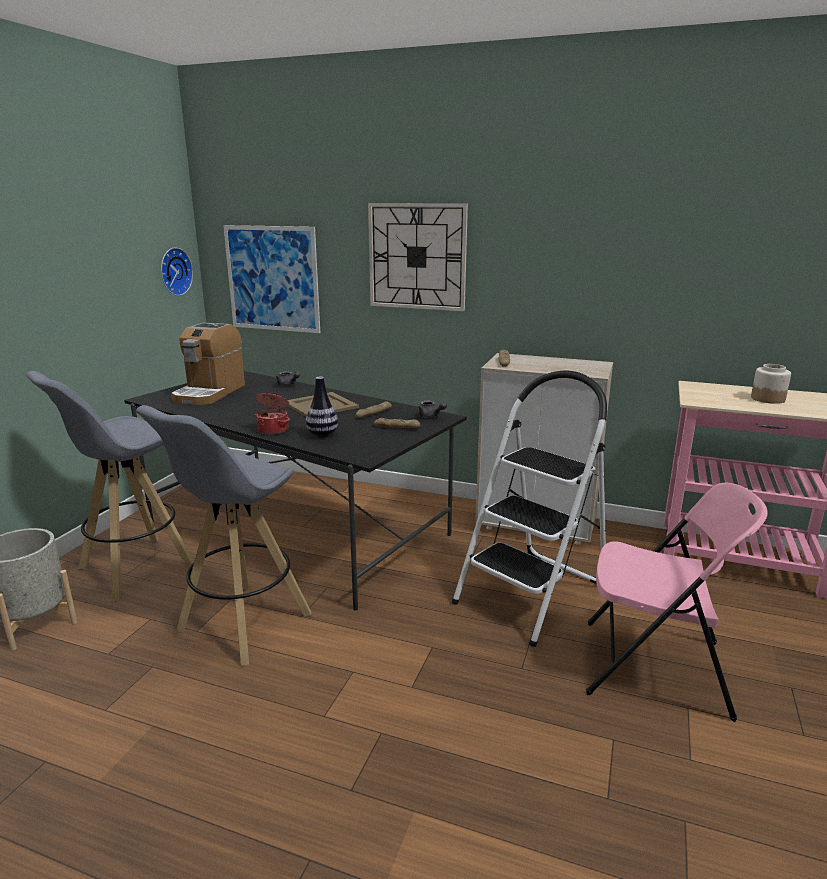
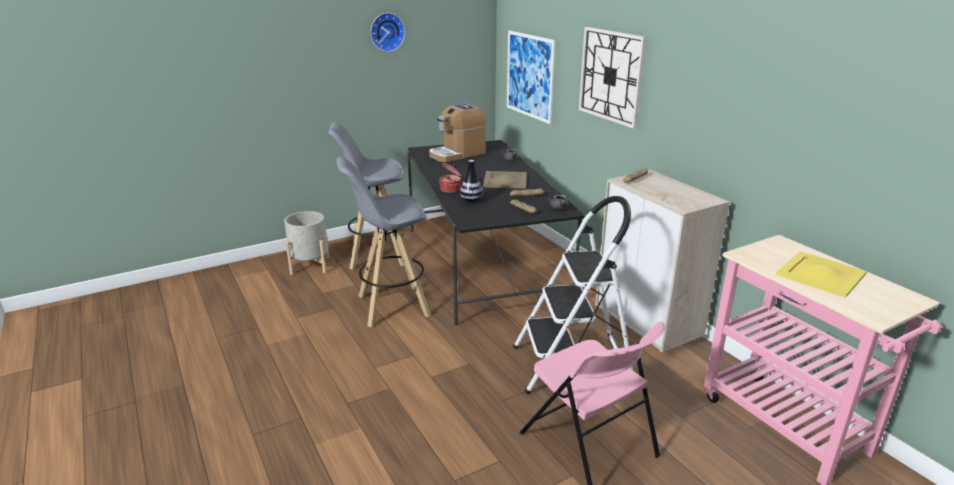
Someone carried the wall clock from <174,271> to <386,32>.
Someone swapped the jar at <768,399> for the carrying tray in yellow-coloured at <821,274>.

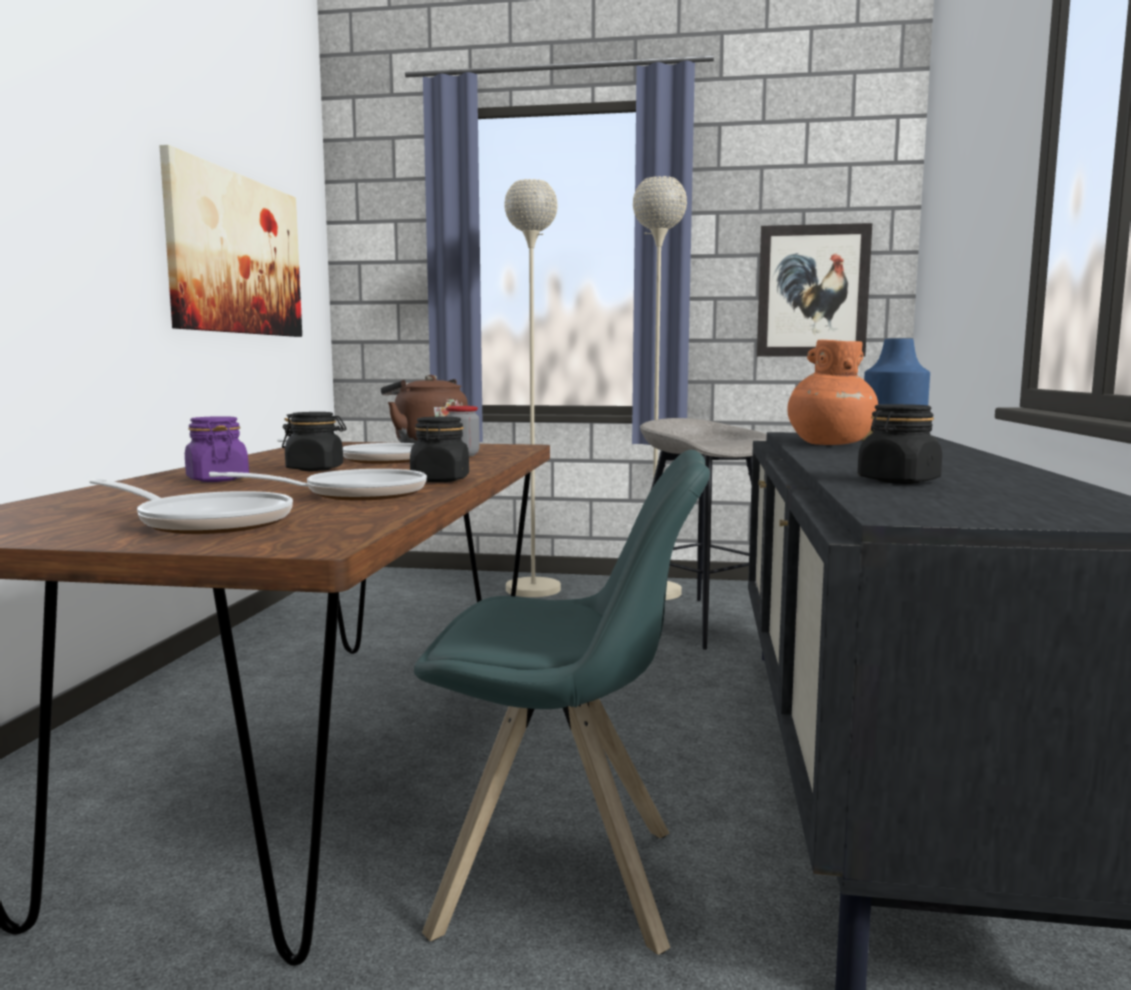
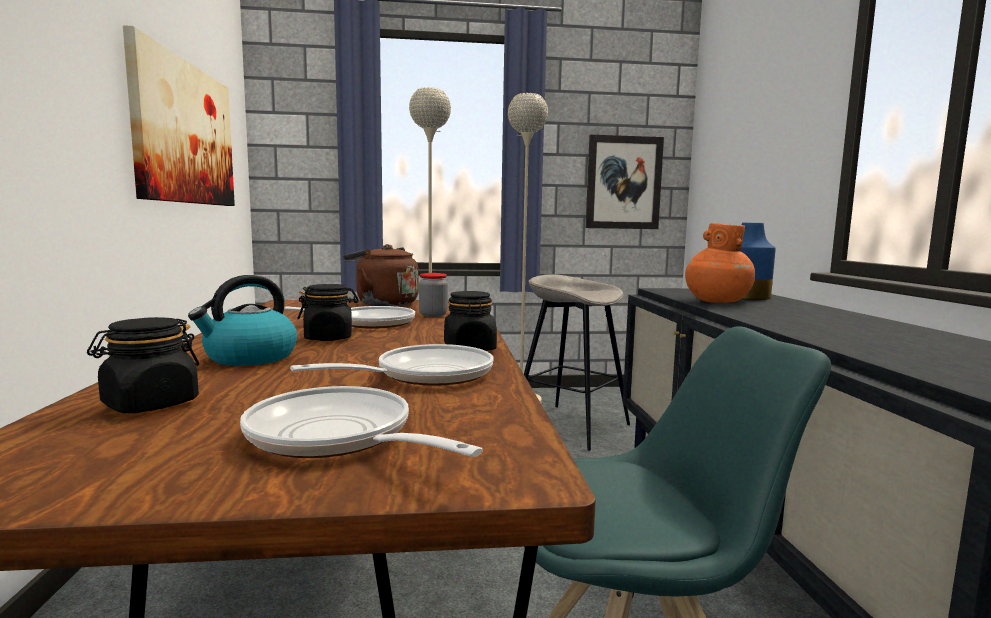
Someone carried the jar in blackish from <898,481> to <150,404>.
Someone swapped the jar in purplish at <217,479> for the tea kettle at <250,358>.
Someone rotated the skillet at <207,523> by 150 degrees counterclockwise.

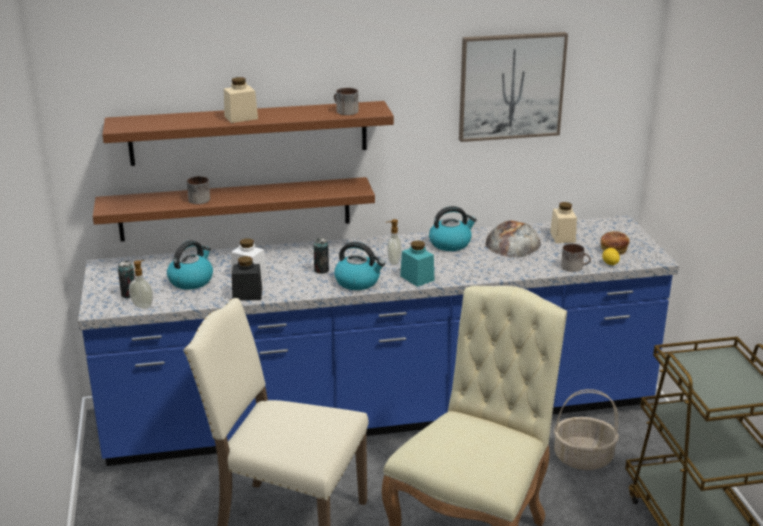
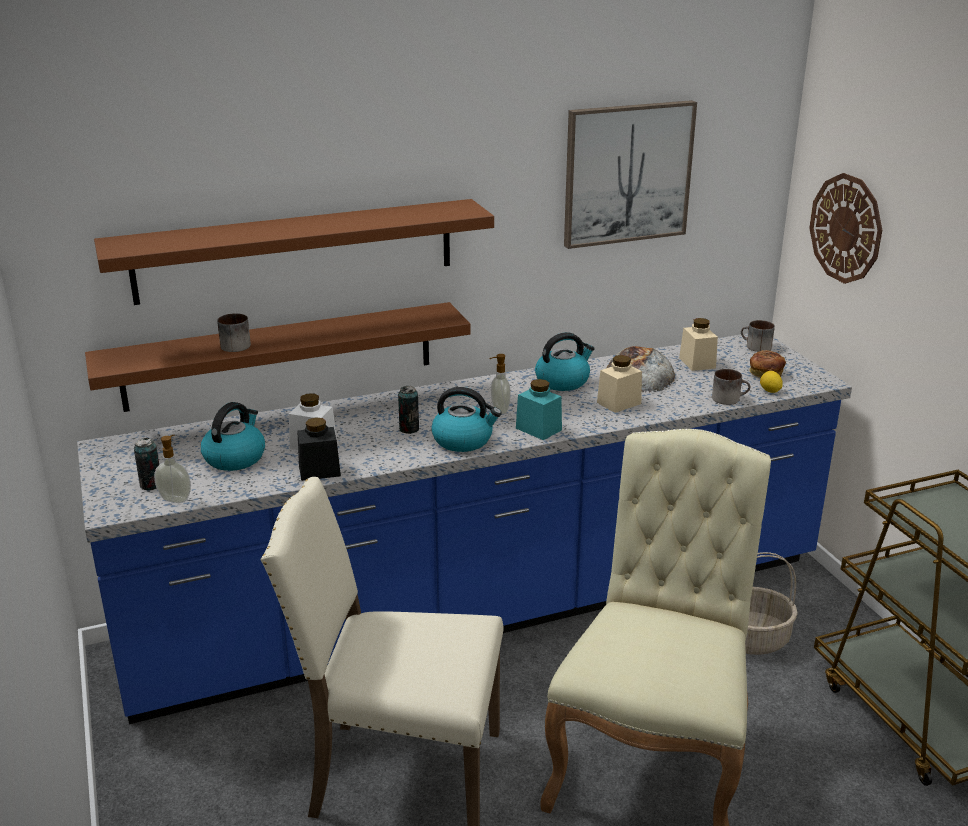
Someone put up the wall clock at <846,228>.
Someone carried the jar in beige-coloured from <241,117> to <619,403>.
Someone carried the mug from <344,111> to <755,346>.

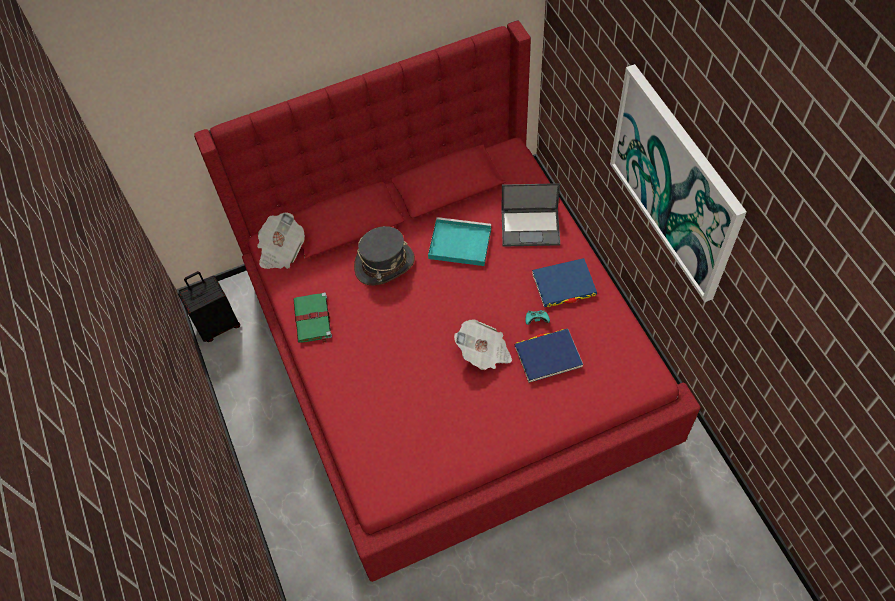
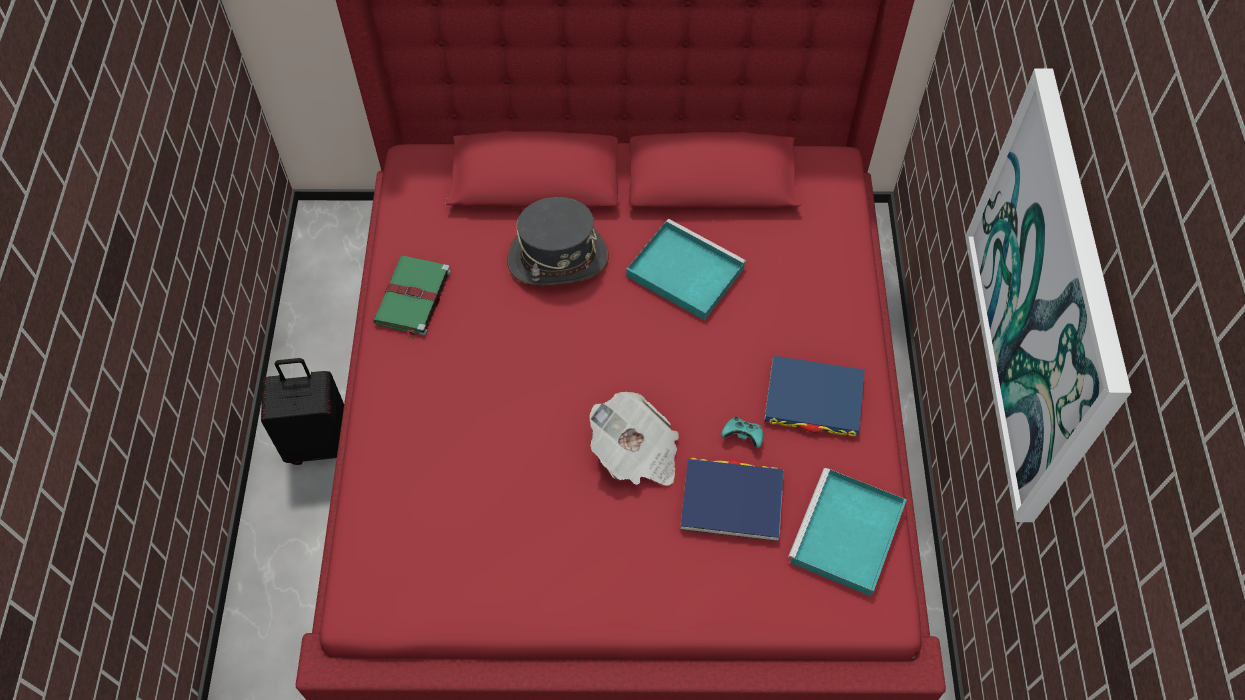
Someone took away the daily paper at <281,250>.
Someone took away the notebook computer at <531,227>.
Someone put down the carrying tray in turquoise at <847,536>.
Someone carried the suitcase in blackish from <218,325> to <321,442>.

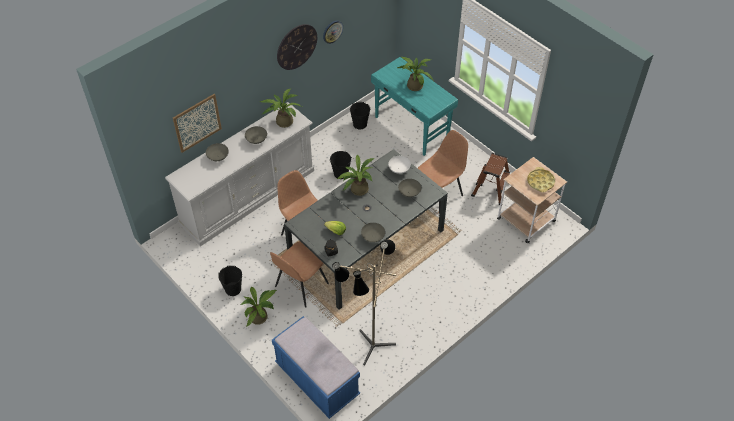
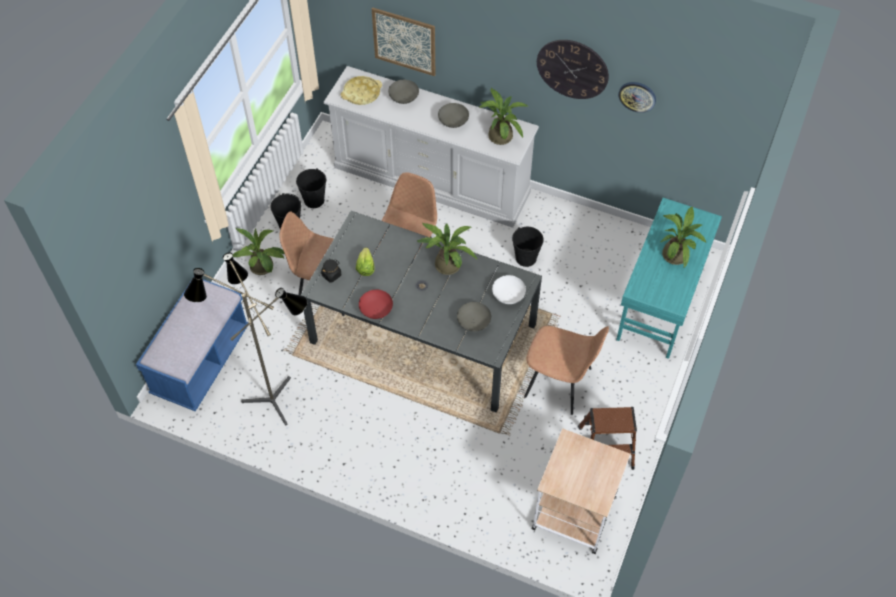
Someone carried the pail in blackish from <360,124> to <314,200>.
Someone carried the carrying tray in yellow-coloured from <540,182> to <361,93>.
Someone repainted the serving bowl in grey at <373,237>, which became the serving bowl in red at <376,310>.

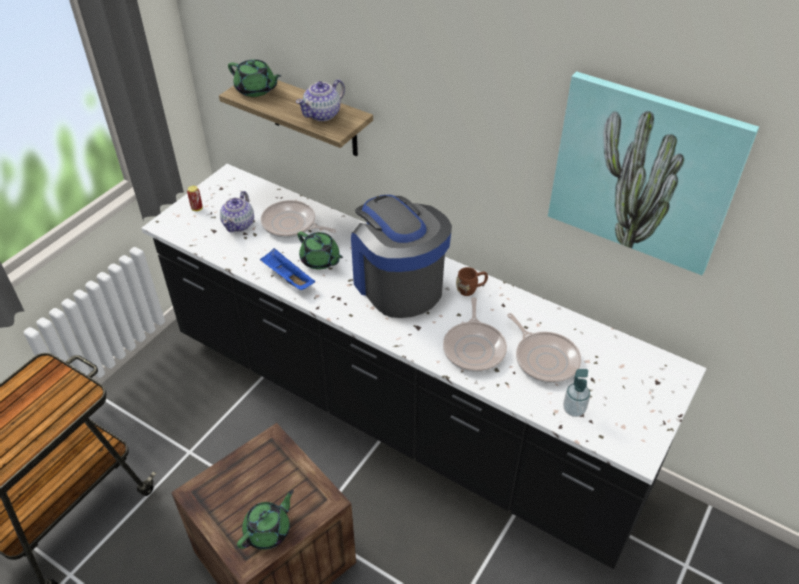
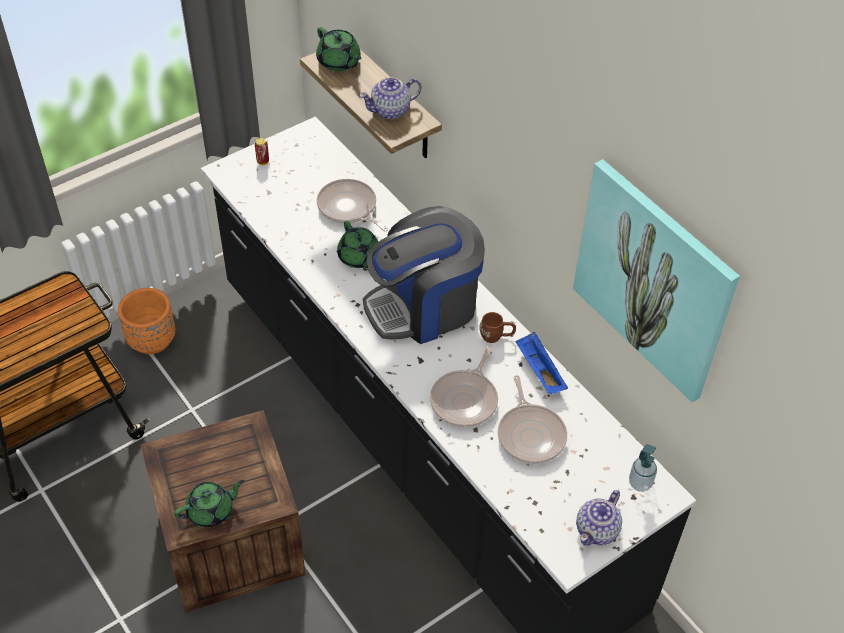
Someone put down the plant pot in orange-coloured at <152,340>.
Someone carried the tea pot from <239,224> to <597,530>.
Someone carried the carrying tray in blue-coloured from <287,278> to <539,371>.
Someone carried the liquid soap bottle from <574,409> to <640,483>.
Someone rotated the coffee machine at <397,283> by 105 degrees counterclockwise.

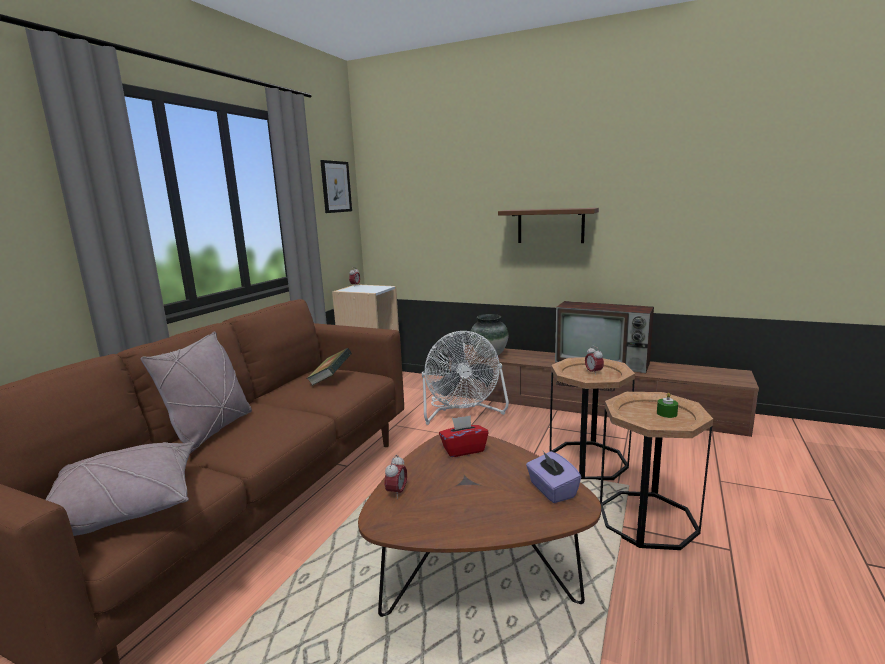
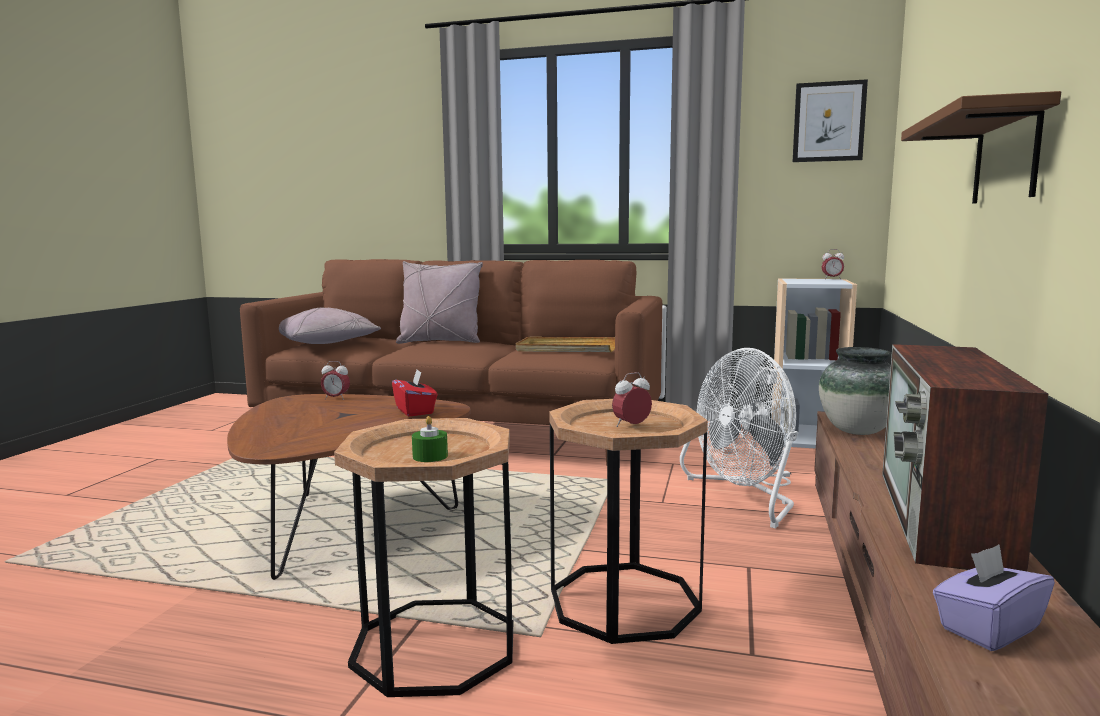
Someone carried the box of tissues in purplish from <551,490> to <988,628>.
Someone swapped the bound book at <330,380> for the carrying tray in beige-coloured at <566,349>.

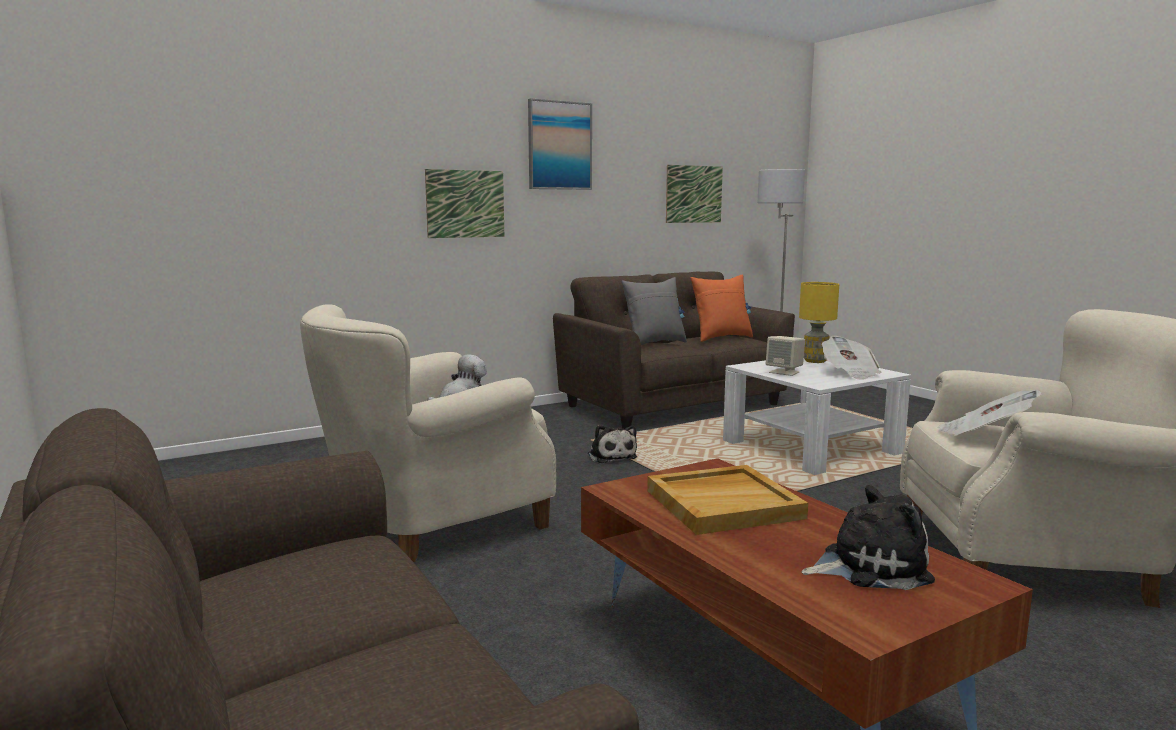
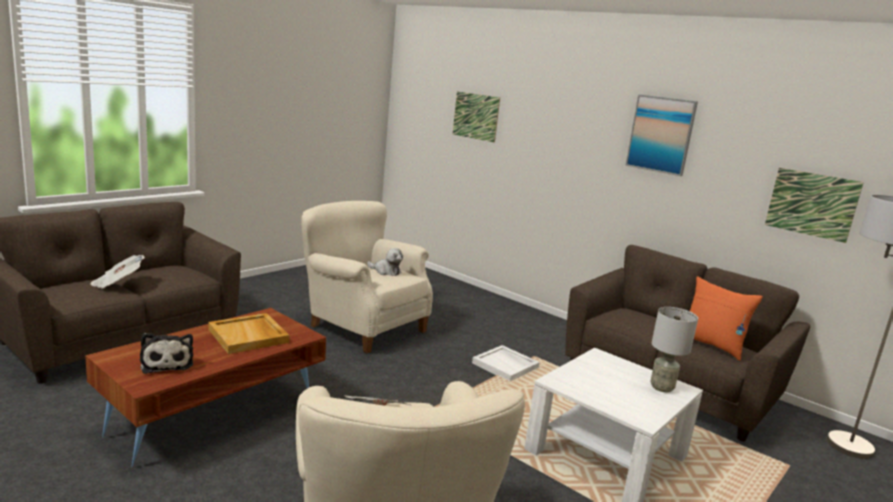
Someone took away the cushion in grey at <654,344>.
Someone took away the audio speaker in beige-coloured at <784,372>.
Someone carried the picture from <465,204> to <475,116>.
Someone carried the daily paper from <850,373> to <117,284>.
Someone swapped the plush toy at <611,456> for the carrying tray in whitish at <506,365>.
Someone repainted the lamp for a table in yellow-coloured at <815,361>, which became the lamp for a table in grey at <661,387>.

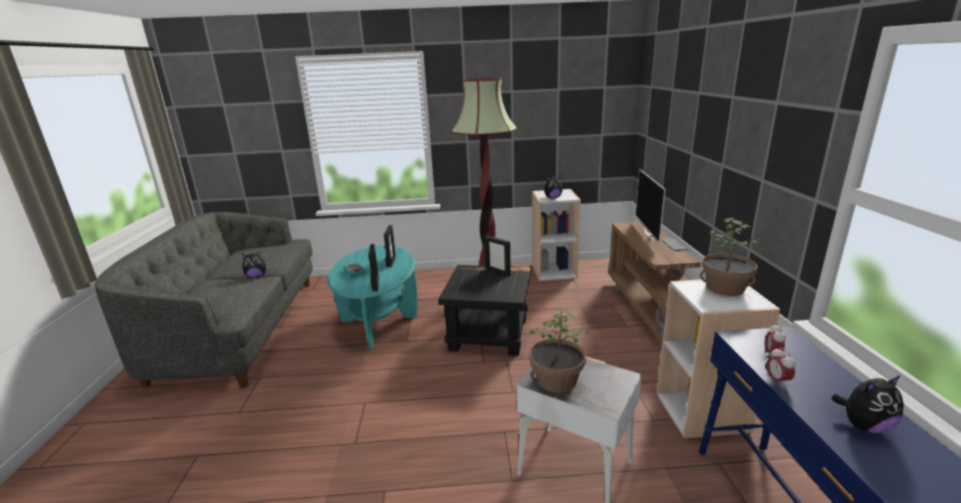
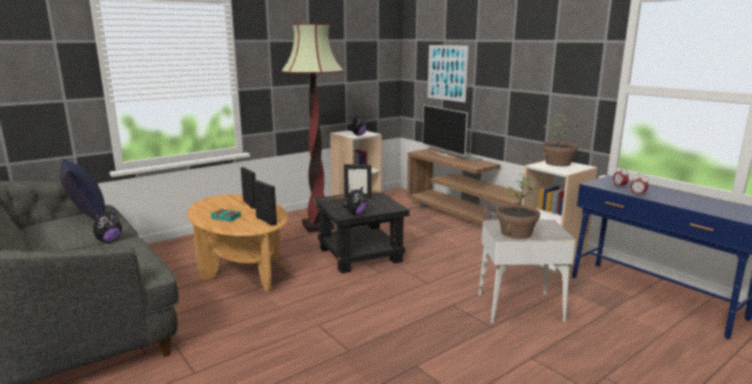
Someone put down the cushion in blue-coloured at <87,218>.
Someone put up the picture at <447,72>.
Someone carried the plush toy from <864,425> to <356,214>.
Someone repainted the low table in turquoise at <379,319>, which became the low table in brown-coloured at <241,269>.

